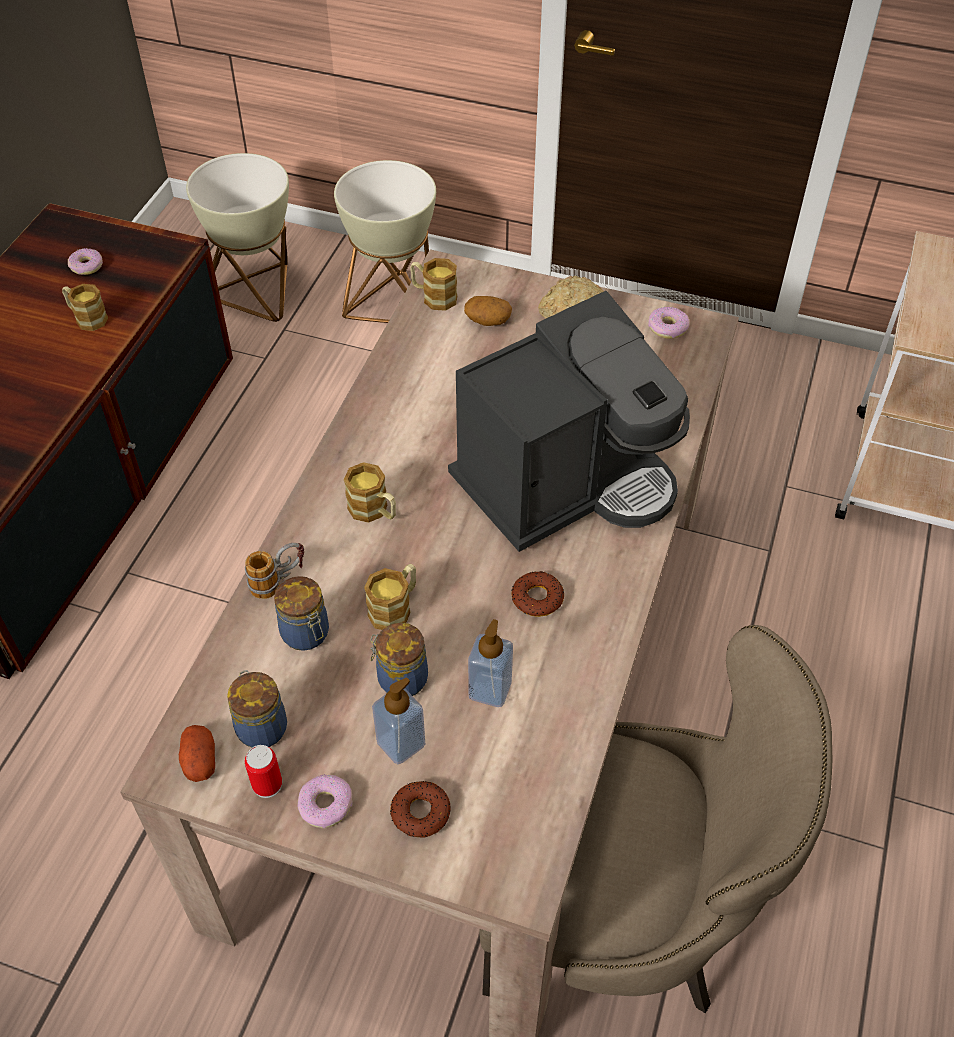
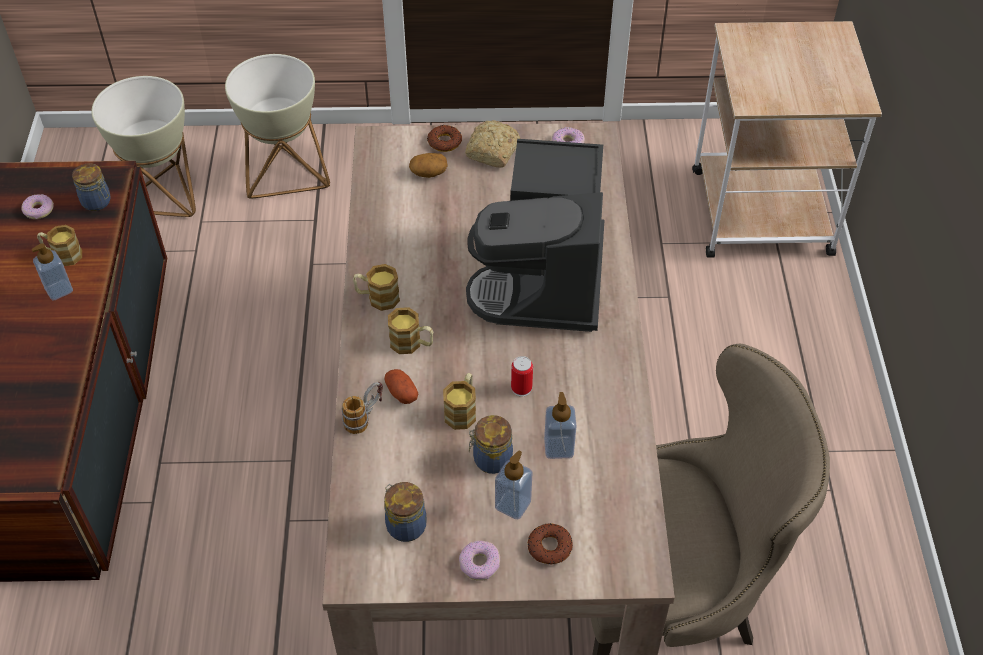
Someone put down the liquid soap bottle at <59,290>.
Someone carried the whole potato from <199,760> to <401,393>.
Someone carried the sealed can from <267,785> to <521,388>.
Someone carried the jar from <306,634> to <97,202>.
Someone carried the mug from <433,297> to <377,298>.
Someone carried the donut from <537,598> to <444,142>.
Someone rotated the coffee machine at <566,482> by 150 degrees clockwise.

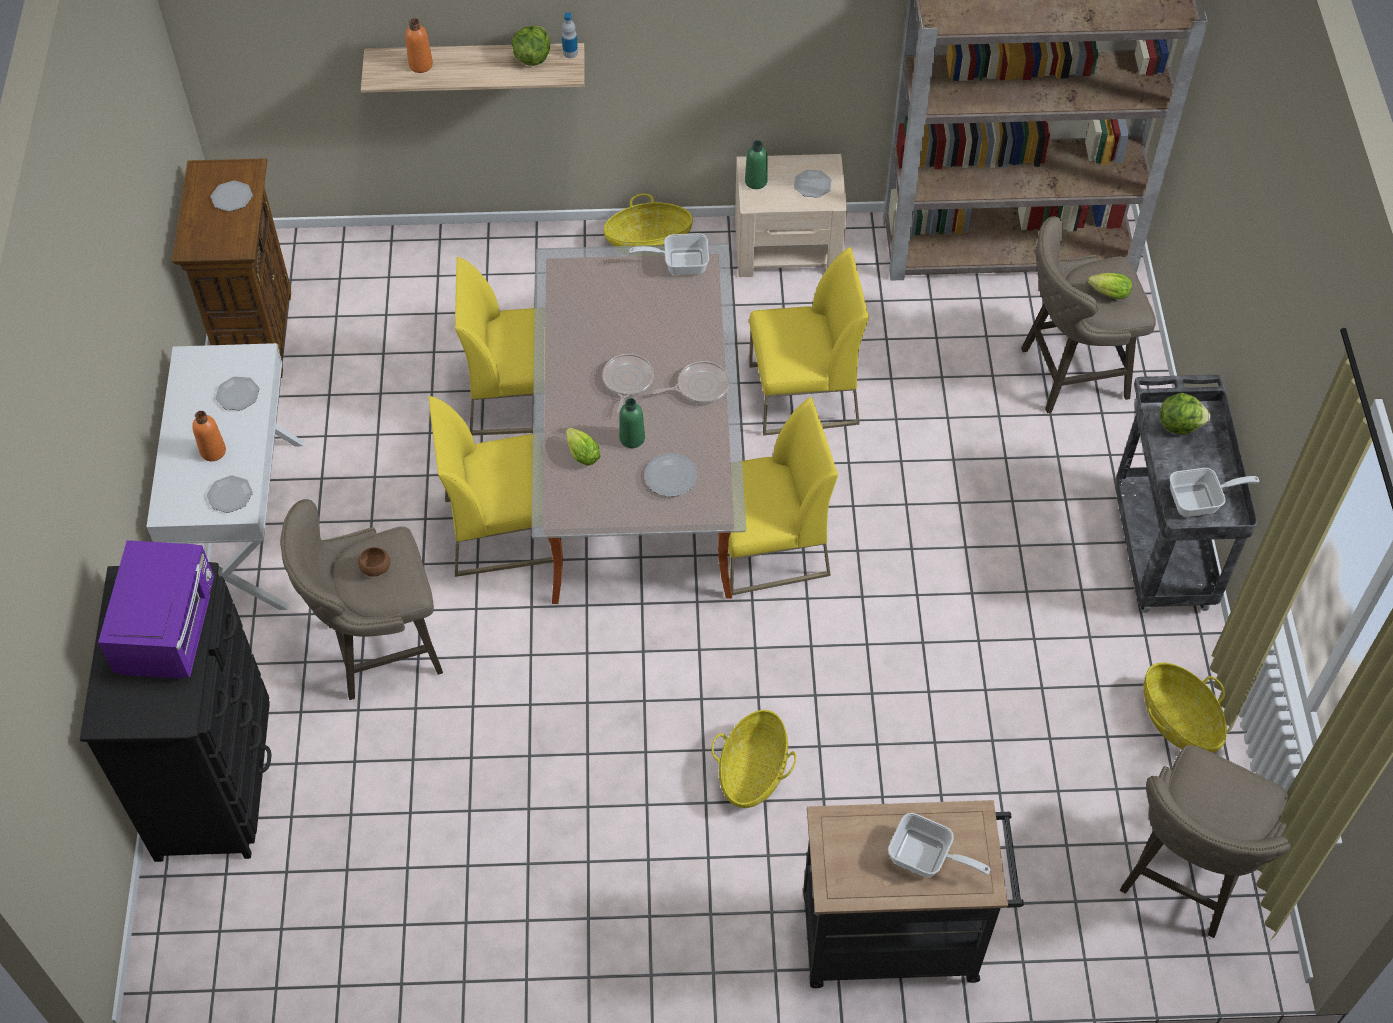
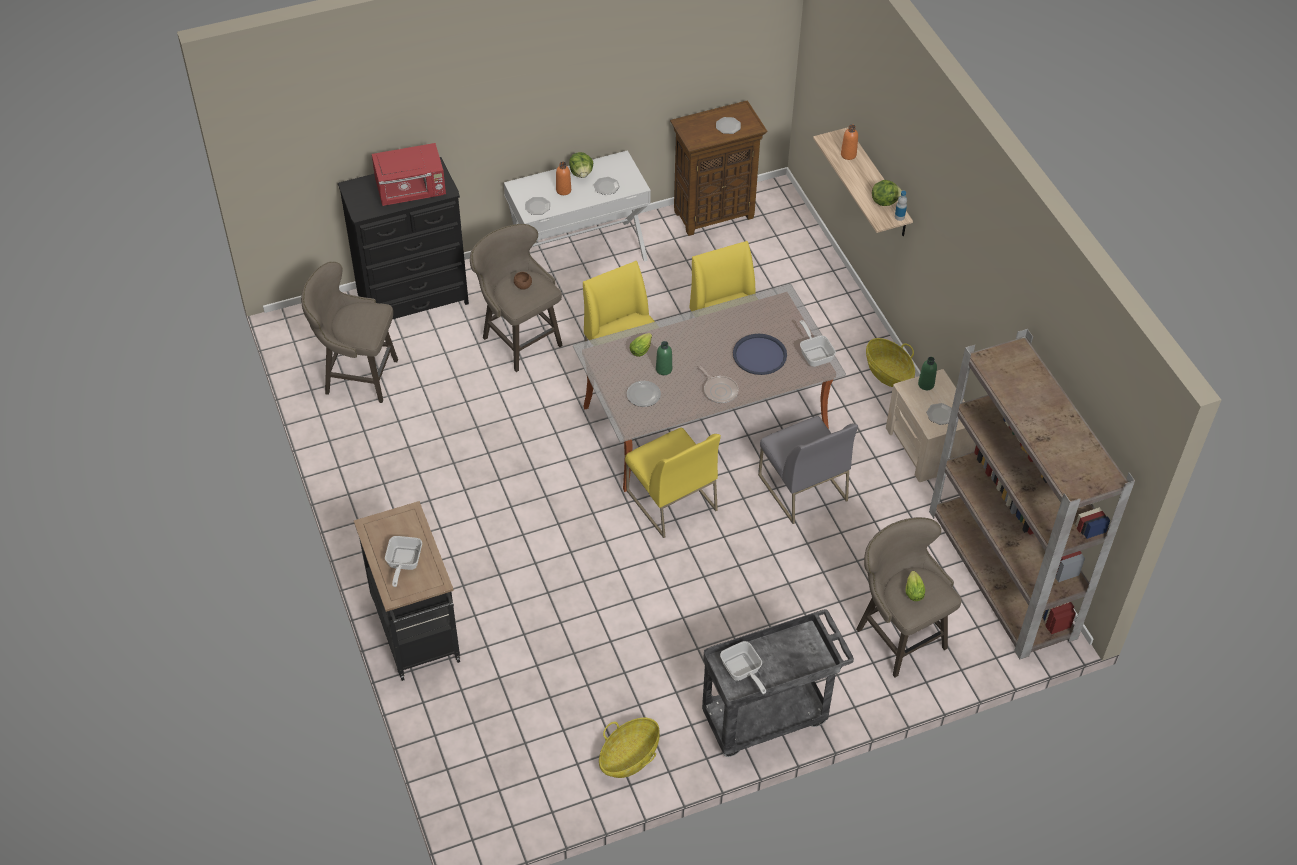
Someone took away the skillet at <627,381>.
Someone took away the basket at <752,771>.
Someone put down the carrying tray in blue-coloured at <759,355>.
Someone carried the stool in beige-coloured from <1182,878> to <357,376>.
Someone carried the head of lettuce from <1179,424> to <581,173>.
Someone repainted the microwave in purplish at <169,629>, which became the microwave in red at <412,191>.
Someone repainted the chair in yellow-coloured at <802,395>, which became the chair in grey at <801,487>.

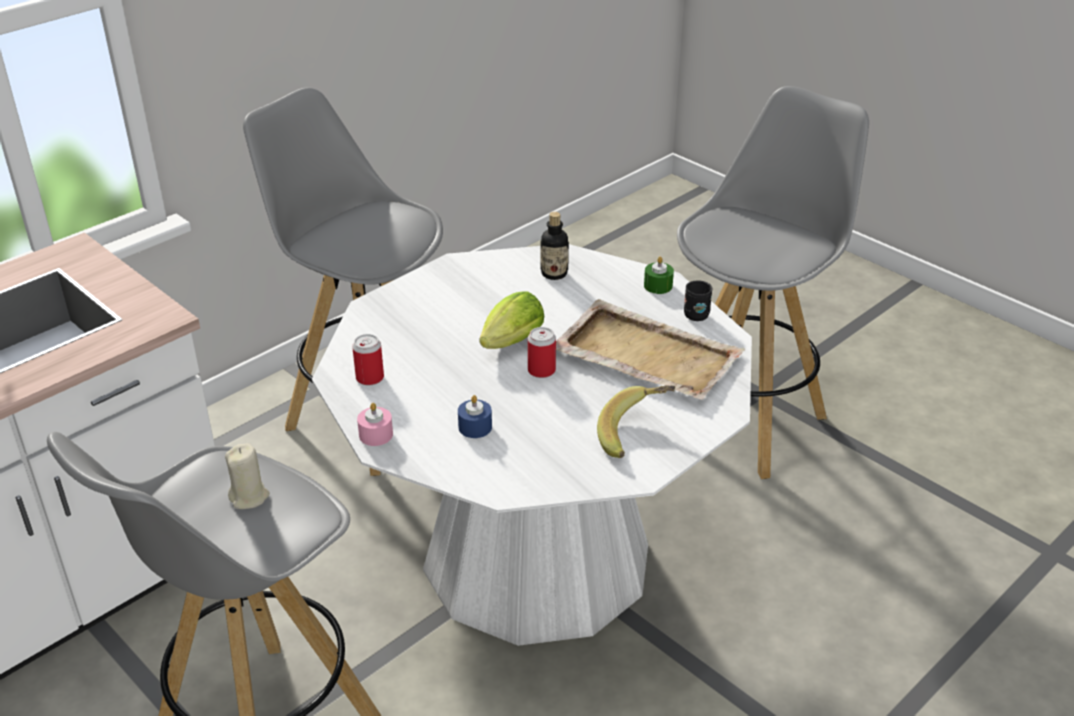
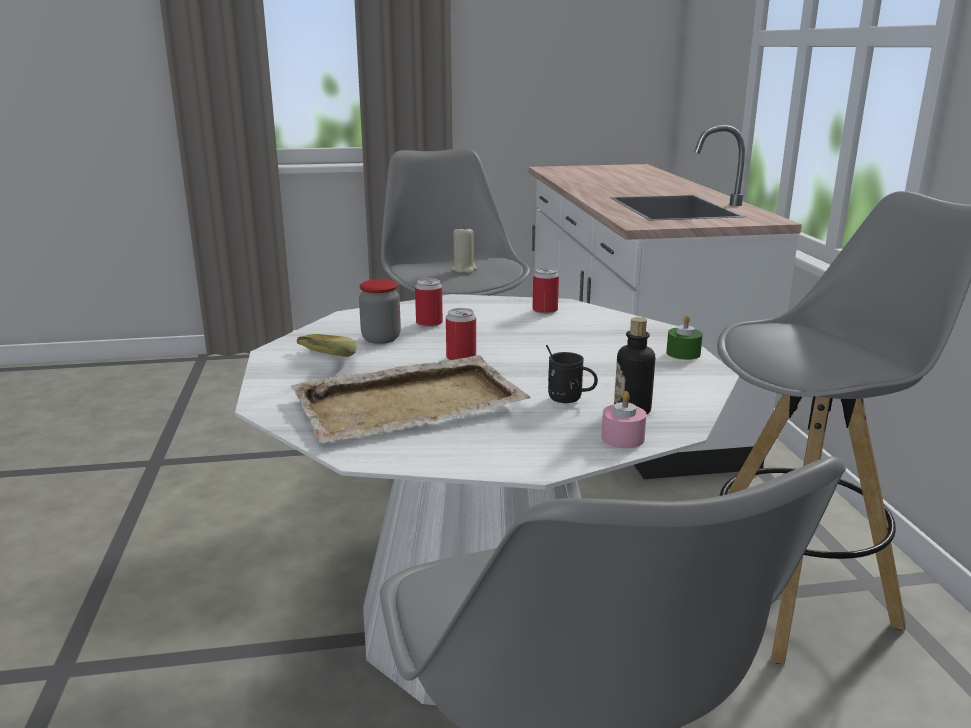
Someone took away the head of lettuce at <509,344>.
Someone put down the jar at <381,338>.
Someone carried the candle in pink from <376,435> to <622,438>.
Someone carried the candle in green-coloured from <658,286> to <683,353>.
Someone carried the mug in blackish from <694,313> to <570,399>.
Someone swapped the candle in blue-coloured at <475,427> for the sealed can at <429,323>.

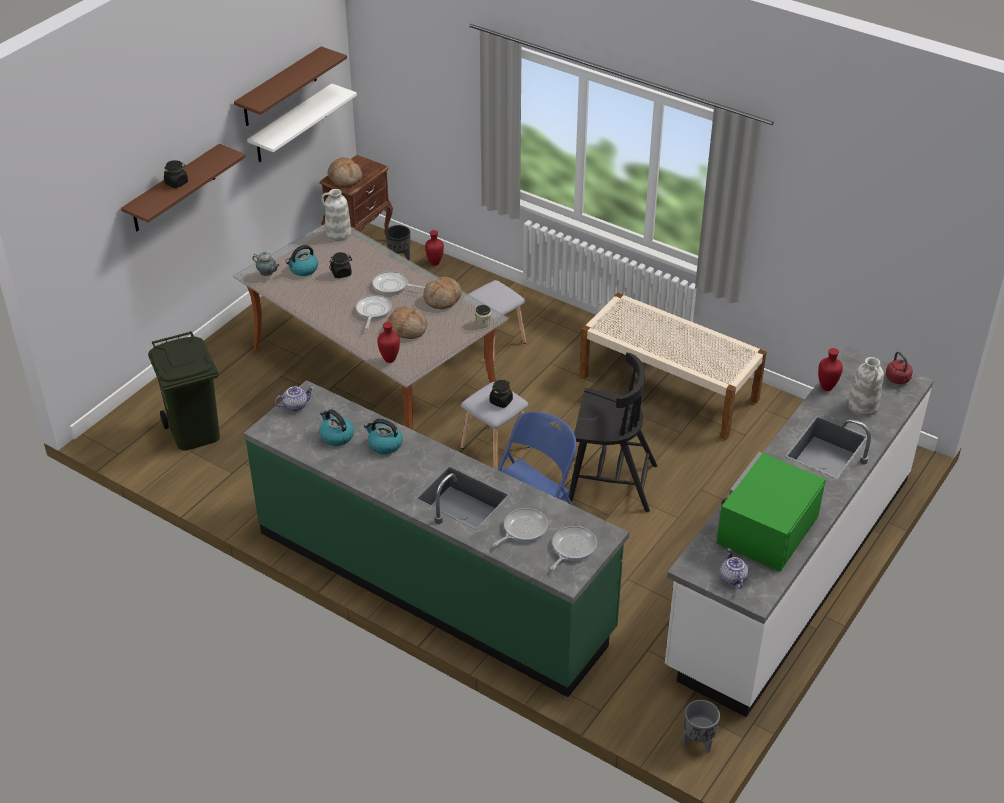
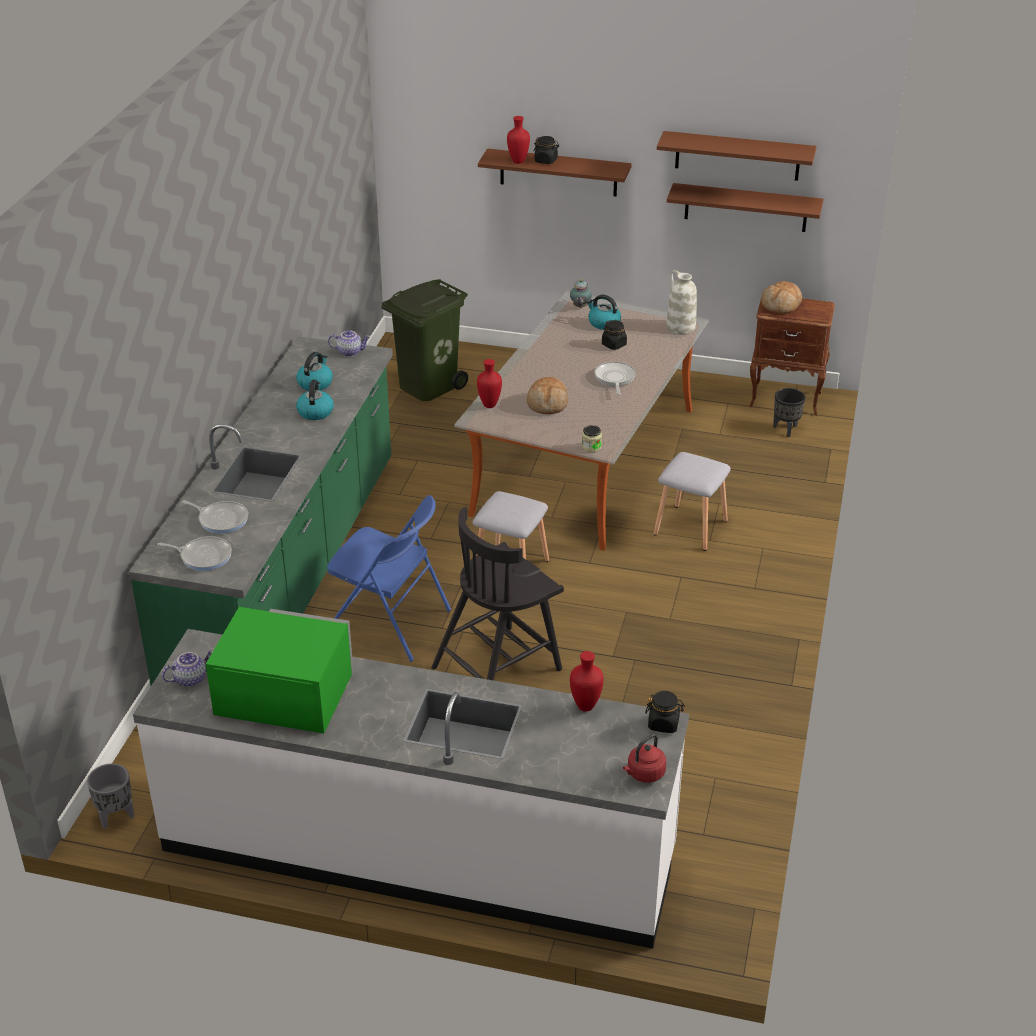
Someone took away the skillet at <373,311>.
Someone took away the bakery bread at <443,299>.
Someone took away the bench in beige-coloured at <669,388>.
Someone took away the vase in whitish at <863,407>.
Someone carried the vase in red from <434,263> to <517,161>.
Someone carried the jar in blackish from <501,401> to <663,723>.
Someone repainted the shelf in whitish at <291,124>, which became the shelf in brown-coloured at <746,207>.
Someone rotated the tea pot at <295,405> by 45 degrees counterclockwise.
Someone rotated the chair in blackish at <610,482> by 60 degrees clockwise.

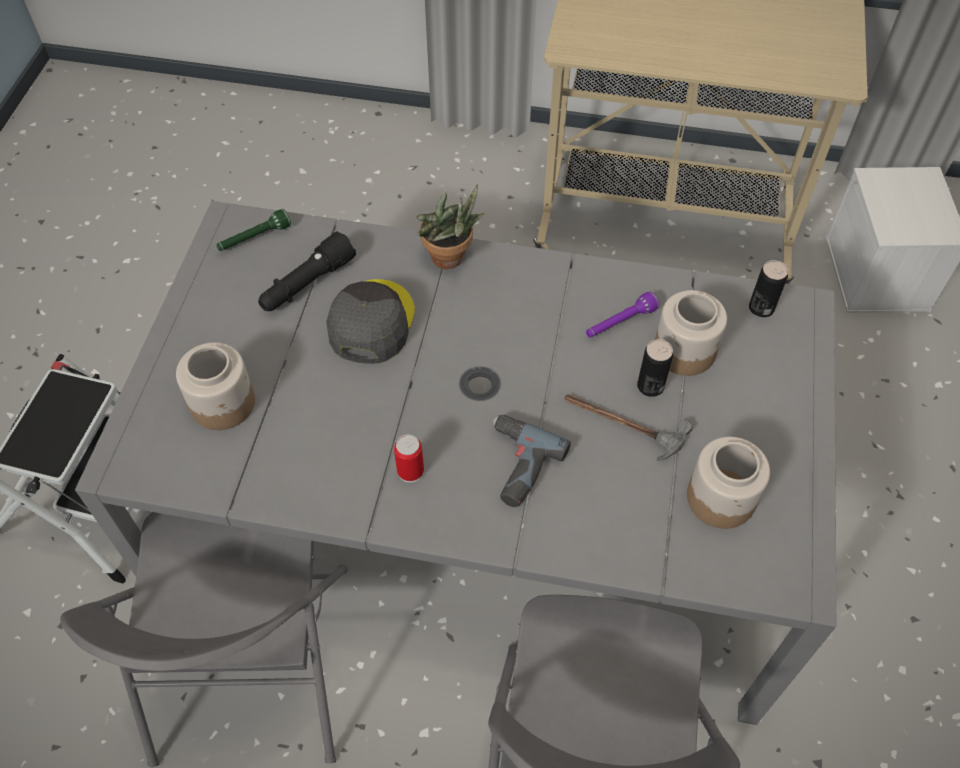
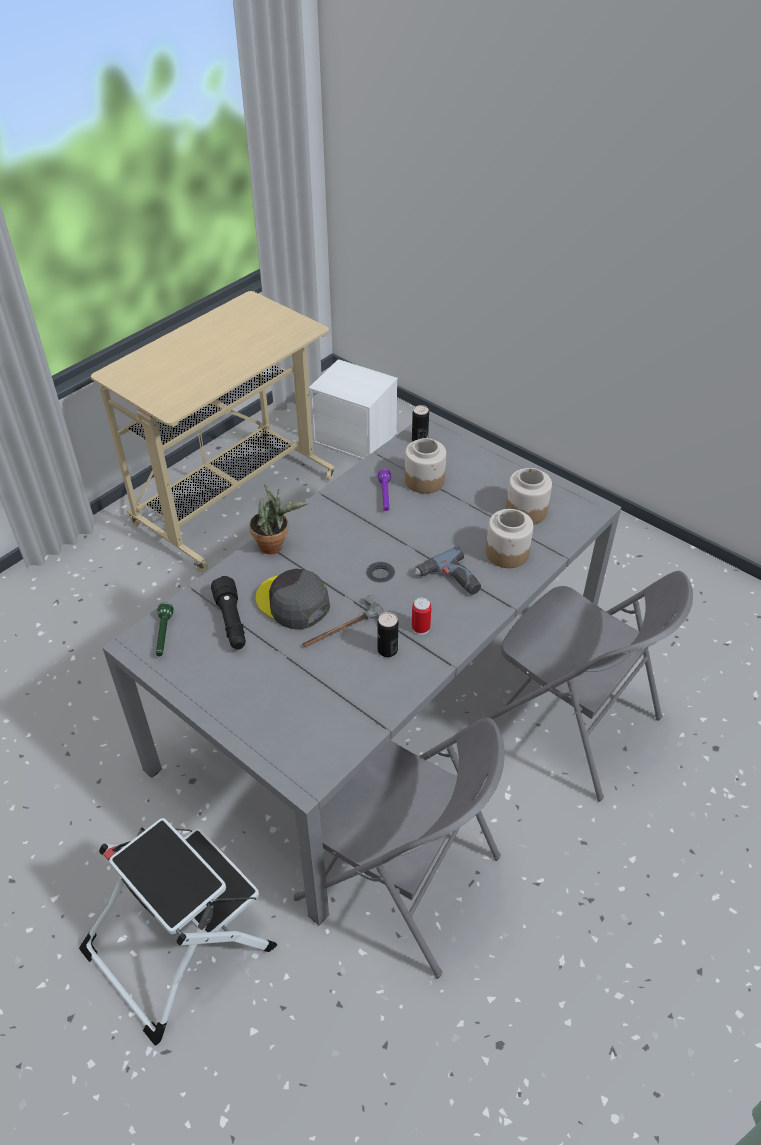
Someone carried the jar from <223,403> to <507,553>.
Someone carried the hand hammer from <622,424> to <343,629>.
Someone carried the sealed can from <650,386> to <387,650>.

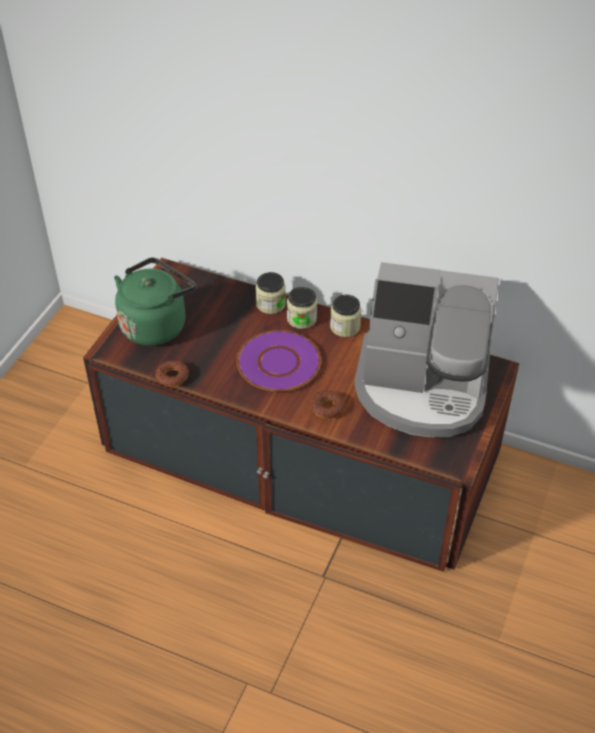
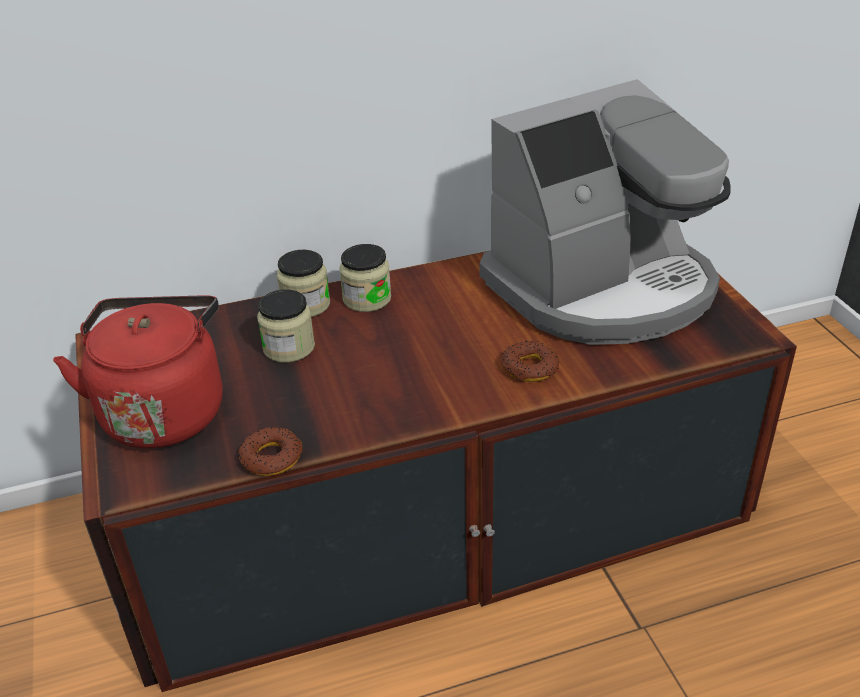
Someone took away the dinner plate in purplish at <279,362>.
Someone carried the jar from <345,327> to <289,347>.
Someone repainted the tea kettle in green-coloured at <156,324>, which became the tea kettle in red at <164,410>.

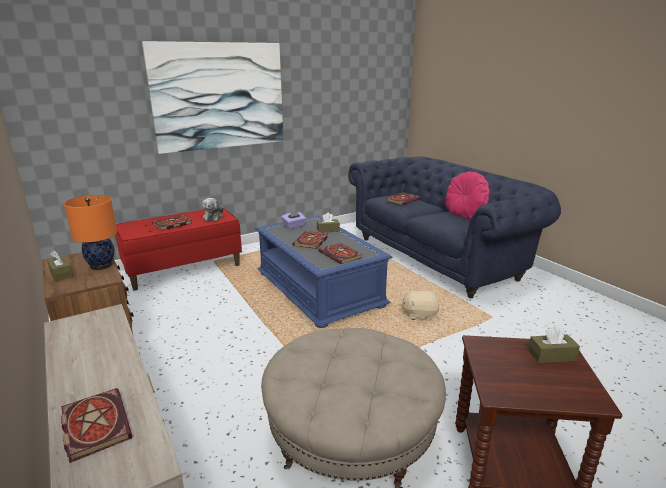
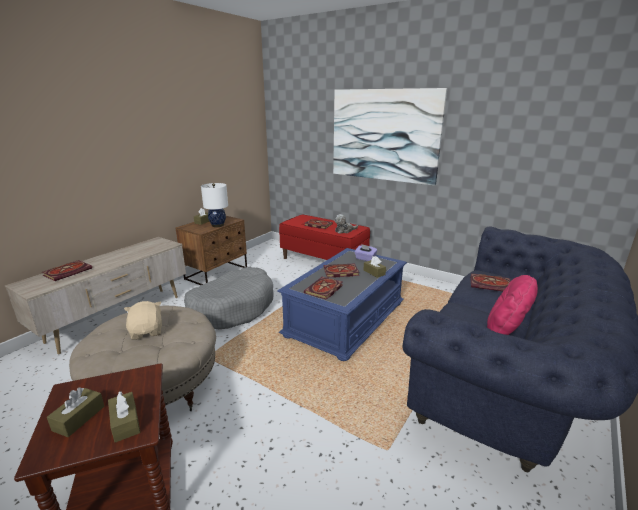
Someone put down the box of tissues in brown-coloured at <79,418>.
Someone put down the dog cushion in grey at <232,308>.
Someone carried the plush toy in beige-coloured from <420,315> to <147,331>.
Someone repainted the lamp for a table in orange-coloured at <101,265>, which became the lamp for a table in whitish at <218,225>.

